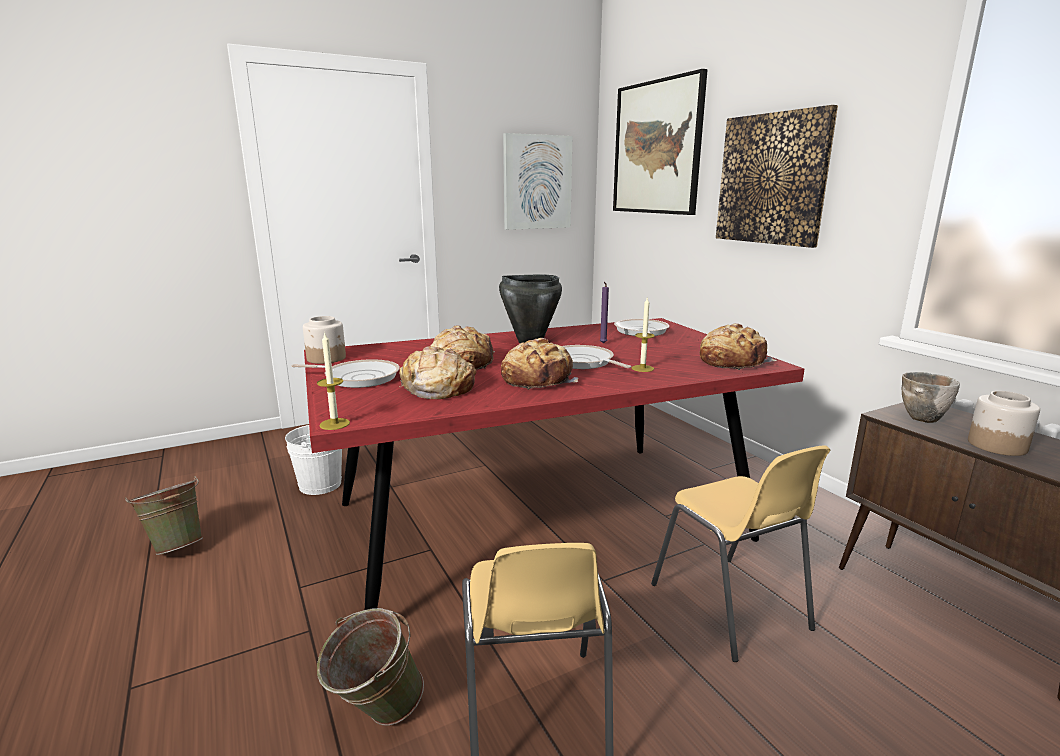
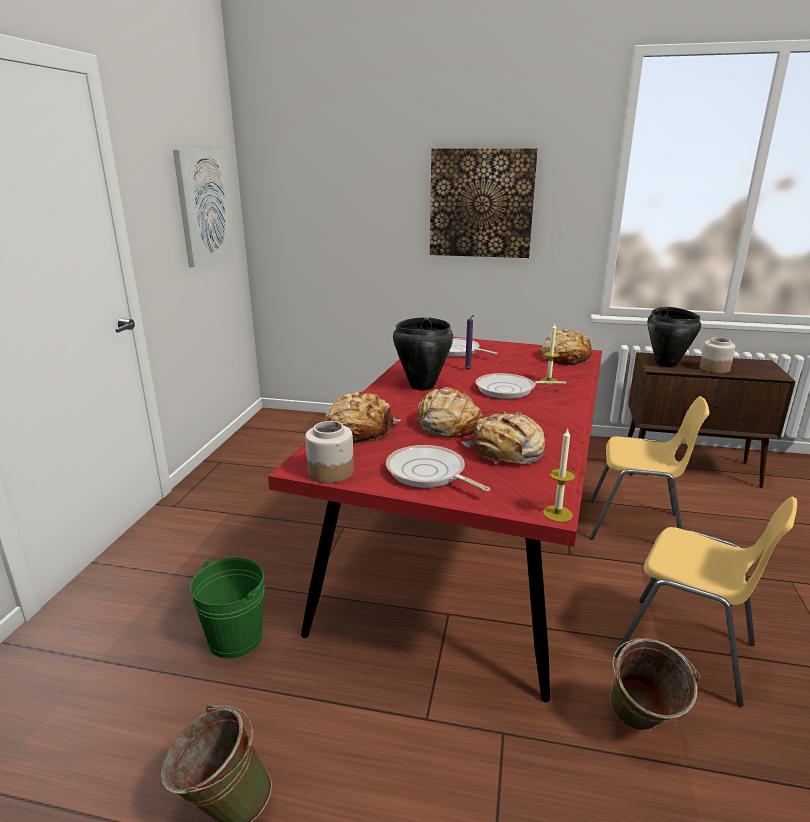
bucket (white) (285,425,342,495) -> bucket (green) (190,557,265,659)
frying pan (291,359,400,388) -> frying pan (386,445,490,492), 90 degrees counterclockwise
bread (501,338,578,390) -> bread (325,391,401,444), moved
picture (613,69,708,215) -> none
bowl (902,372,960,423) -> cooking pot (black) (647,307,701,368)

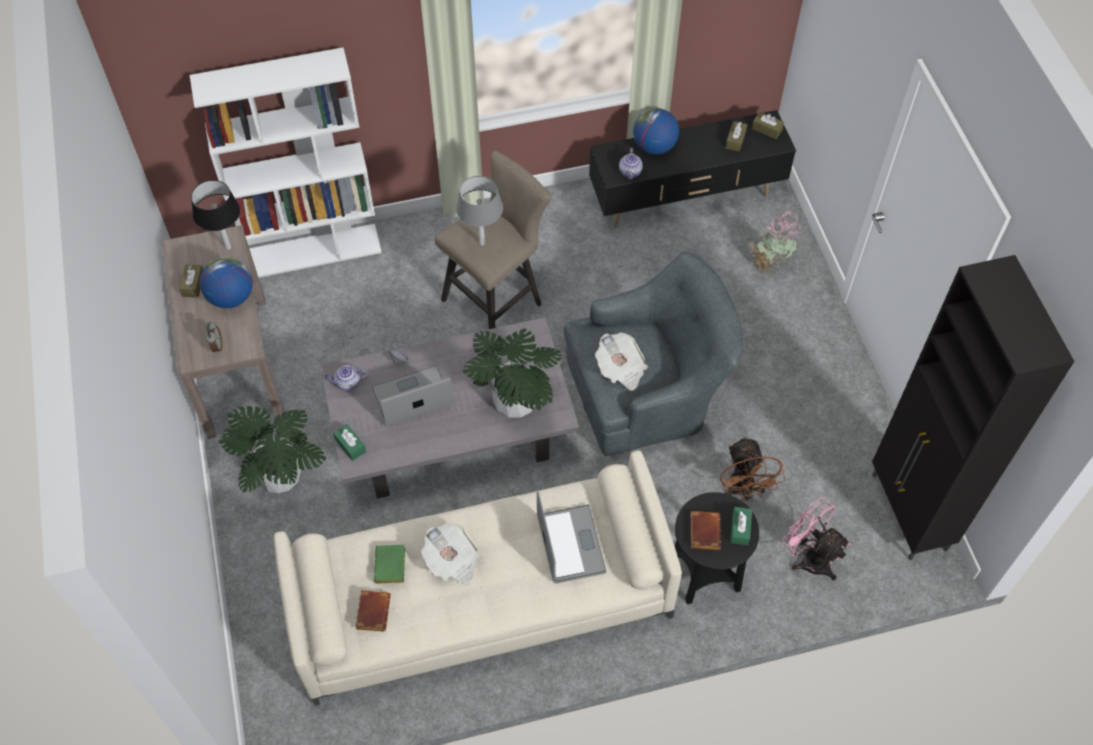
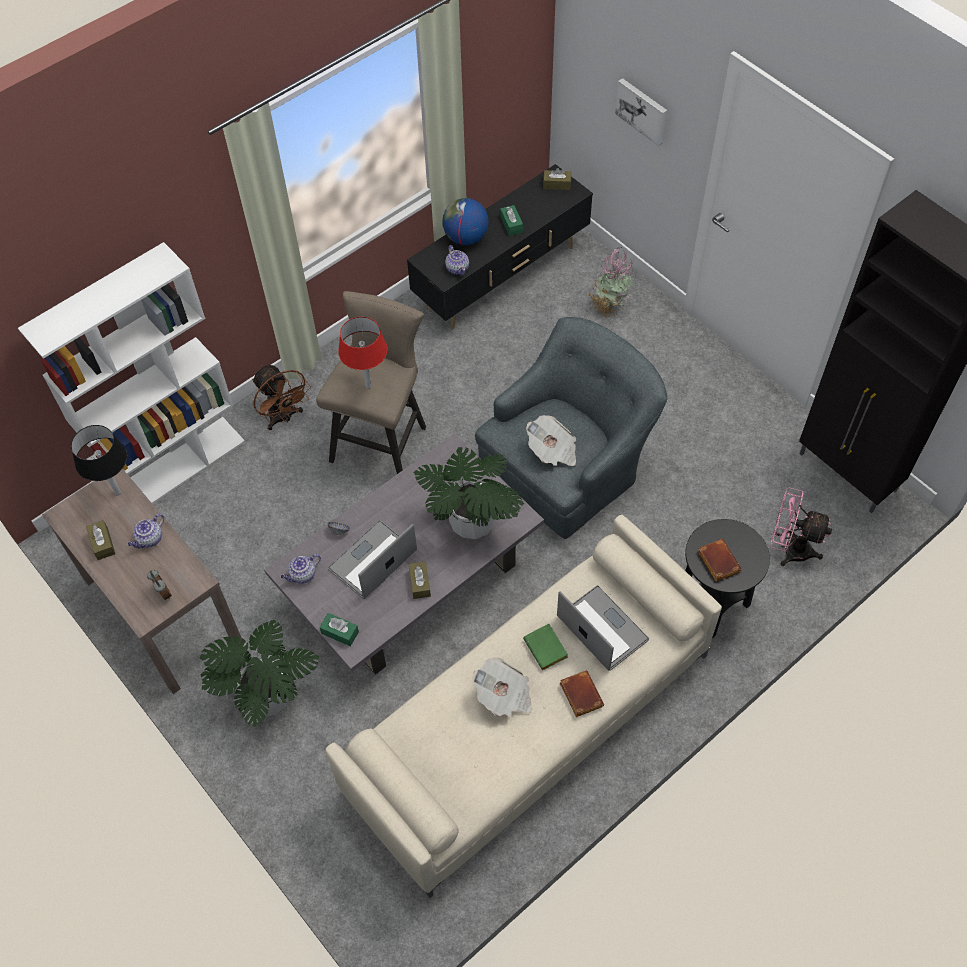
globe (200,257,253,308) -> teapot (128,514,164,548)
book (brown) (355,590,391,632) -> book (brown) (560,671,604,717), moved
book (green) (374,545,405,584) -> book (green) (523,624,568,670), moved
table lamp (grey) (456,176,503,246) -> table lamp (red) (338,317,387,389)
fan (brown) (720,436,785,500) -> fan (brown) (252,365,311,430), moved
tissue box (brown) (726,121,747,152) -> tissue box (brown) (409,561,431,599), moved
tissue box (green) (730,507,752,545) -> tissue box (green) (500,205,523,236), moved
none -> picture (615,78,667,146)

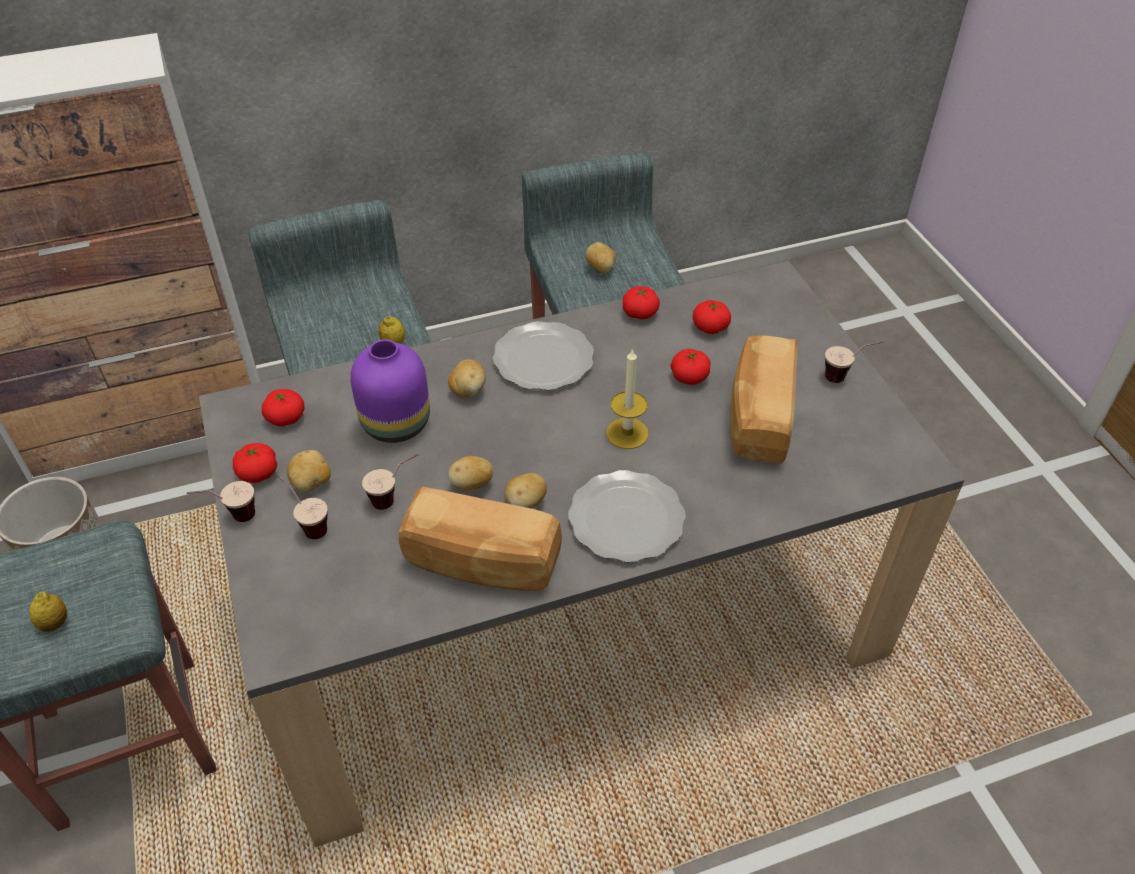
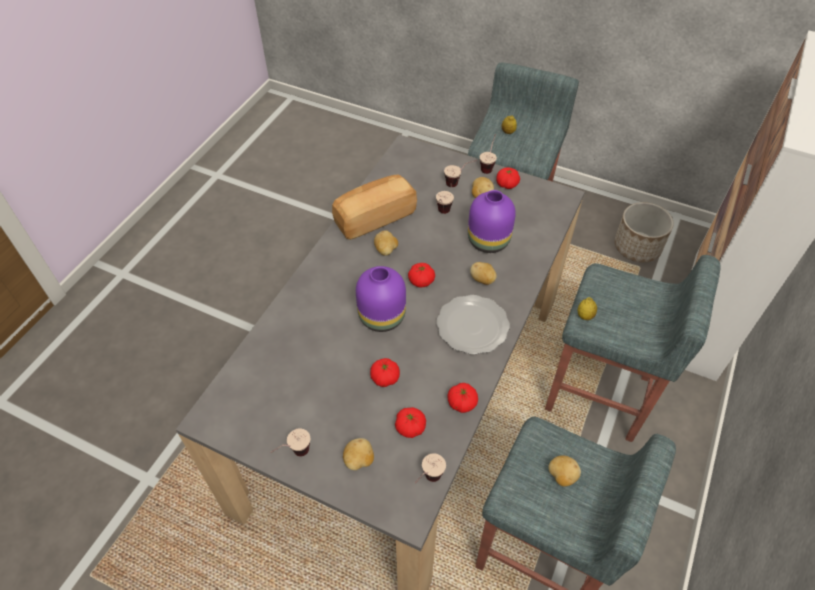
tomato (262,389,304,426) -> tomato (408,263,435,288), moved
potato (448,456,493,490) -> potato (343,438,374,470), moved
plate (568,470,686,562) -> none
candle (606,348,648,449) -> vase (purple) (356,266,406,332)
bread (730,335,798,464) -> none
none -> cup (415,453,446,484)

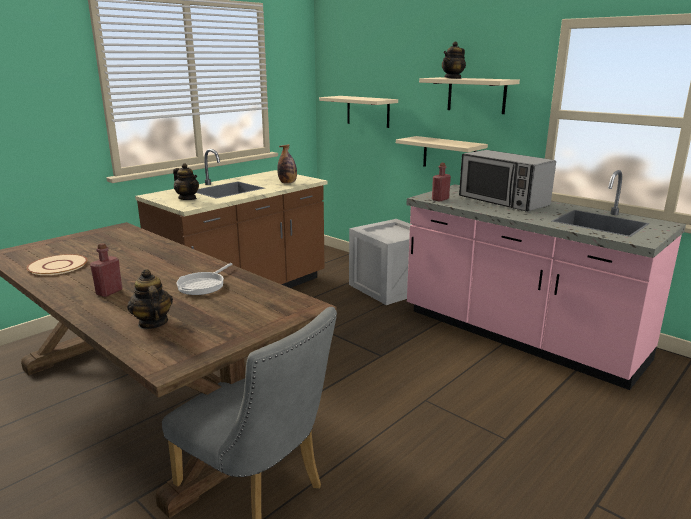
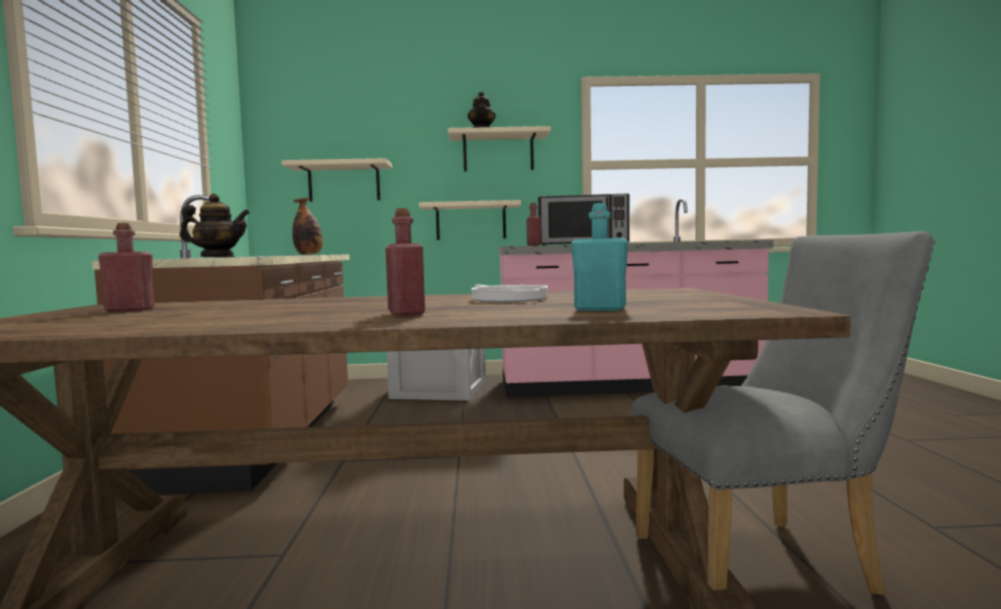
plate (beige) (27,254,87,275) -> none
teapot (127,269,173,329) -> bottle (turquoise) (571,203,628,311)
none -> bottle (red) (98,223,155,312)

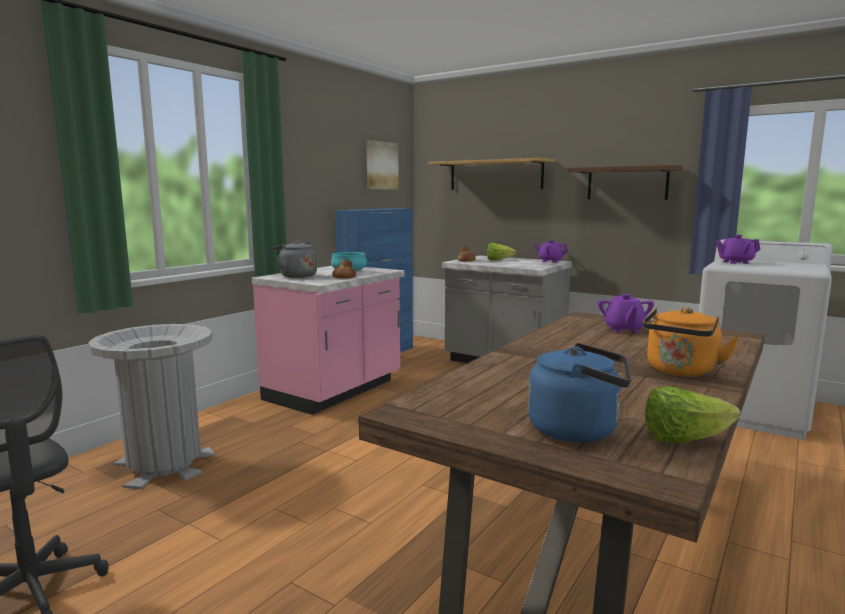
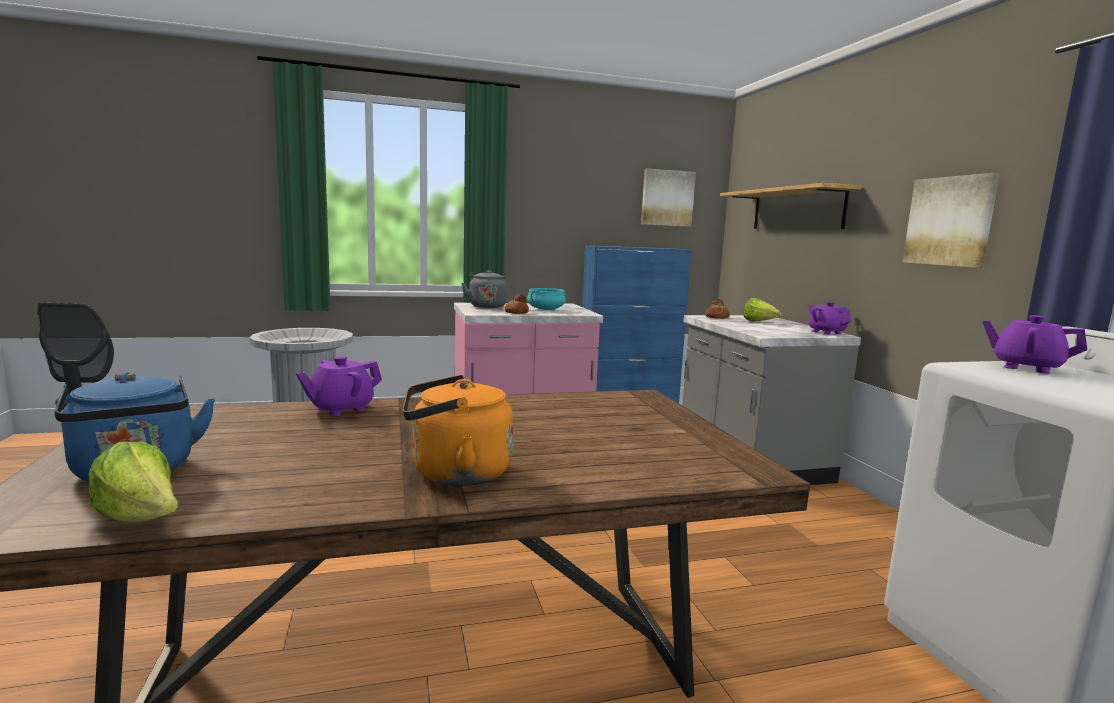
shelf (brown) (567,165,683,200) -> picture (903,173,1000,268)
teapot (purple) (598,294,654,333) -> teapot (purple) (296,356,382,417), moved

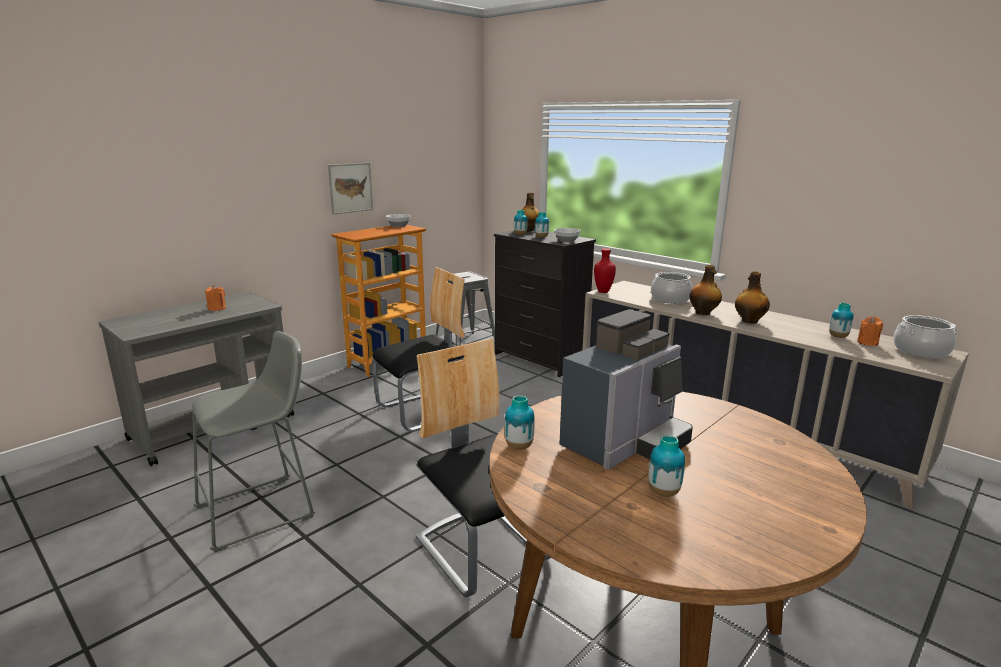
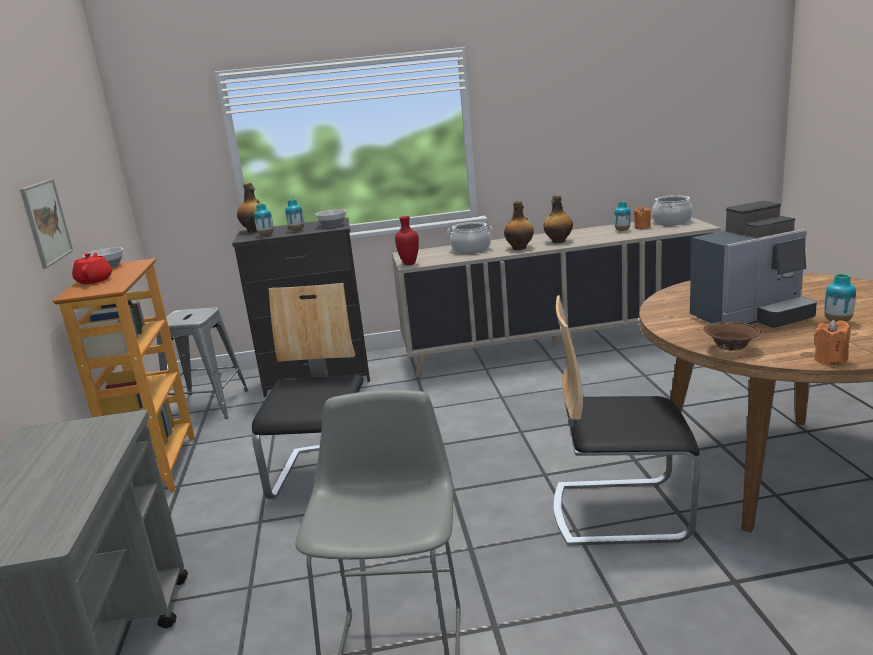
candle (orange) (205,285,226,311) -> candle (orange) (814,319,850,365), moved
vase (505,395,535,450) -> bowl (brown) (704,321,761,351)
coffee machine (559,309,693,470) -> coffee machine (690,201,817,328), 75 degrees clockwise
none -> teapot (red) (72,253,112,284)

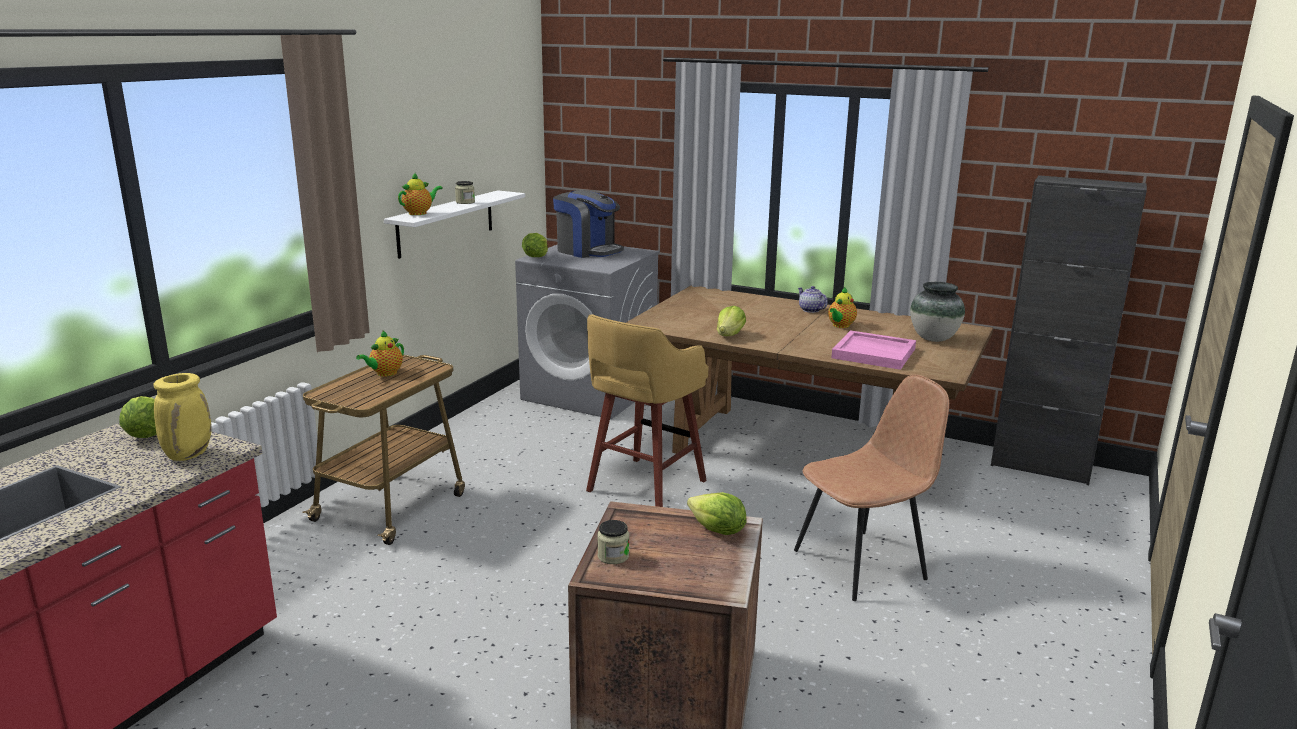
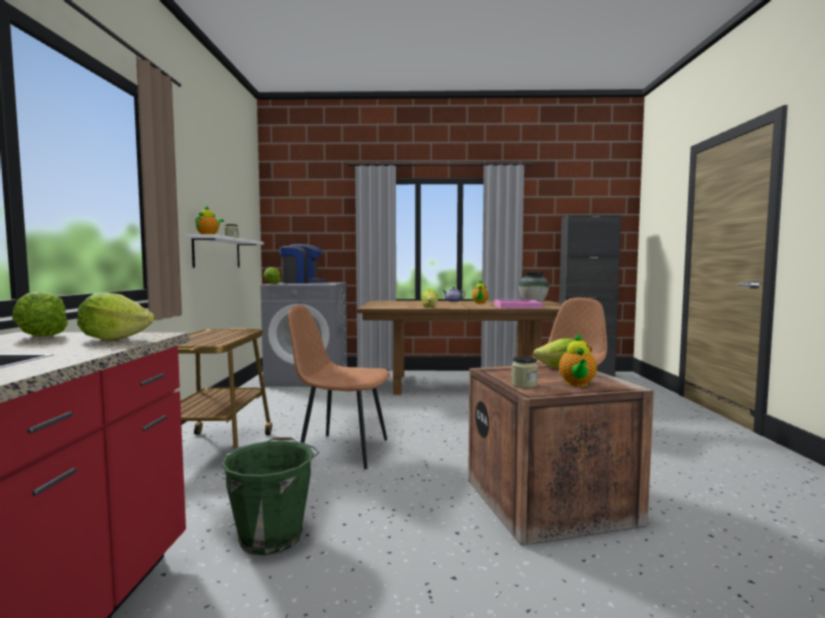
vase (yellow) (154,373,212,461) -> lettuce (77,292,154,341)
teapot (356,330,404,377) -> teapot (559,333,597,386), moved
stool (yellow) (586,314,708,507) -> none
none -> bucket (green) (221,437,320,555)
none -> chair (brown) (288,305,390,469)

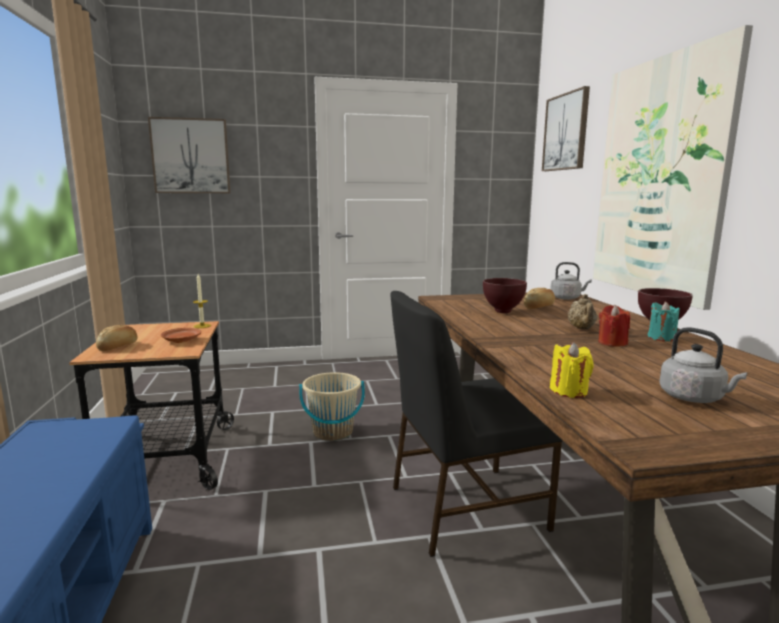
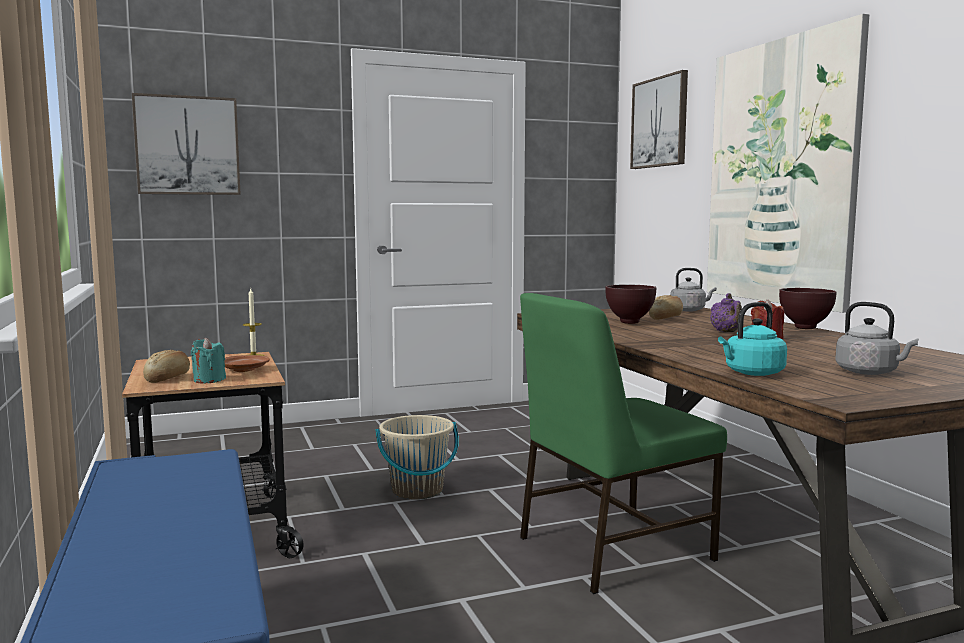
chair (black) (390,291,562,557) -> chair (green) (520,293,727,594)
candle (yellow) (550,342,594,398) -> kettle (turquoise) (718,302,787,376)
teapot (beige) (568,294,597,329) -> teapot (purple) (710,293,742,332)
candle (turquoise) (647,301,680,342) -> candle (turquoise) (191,338,226,383), moved

